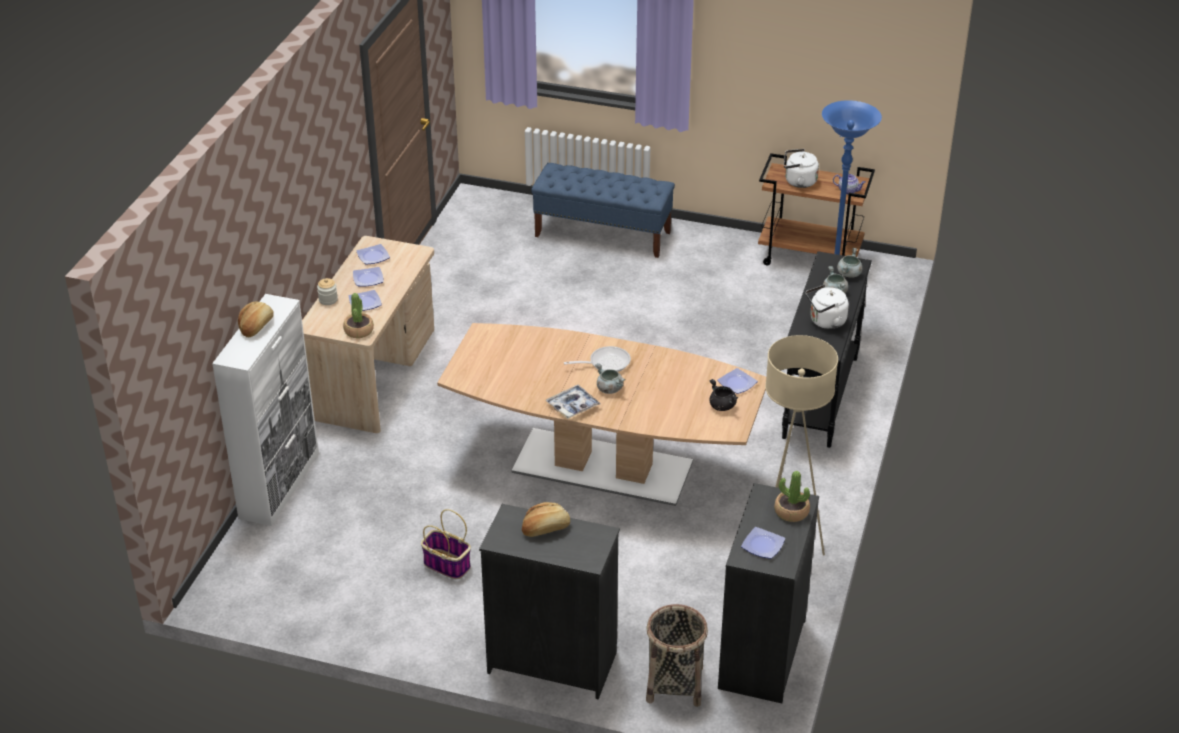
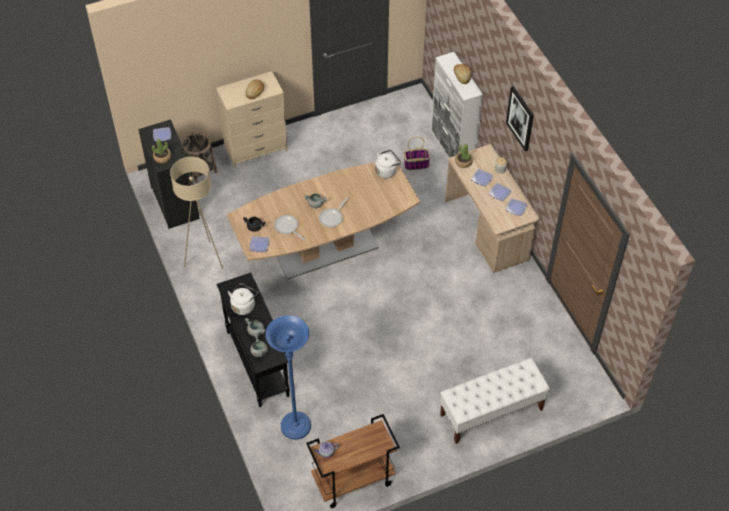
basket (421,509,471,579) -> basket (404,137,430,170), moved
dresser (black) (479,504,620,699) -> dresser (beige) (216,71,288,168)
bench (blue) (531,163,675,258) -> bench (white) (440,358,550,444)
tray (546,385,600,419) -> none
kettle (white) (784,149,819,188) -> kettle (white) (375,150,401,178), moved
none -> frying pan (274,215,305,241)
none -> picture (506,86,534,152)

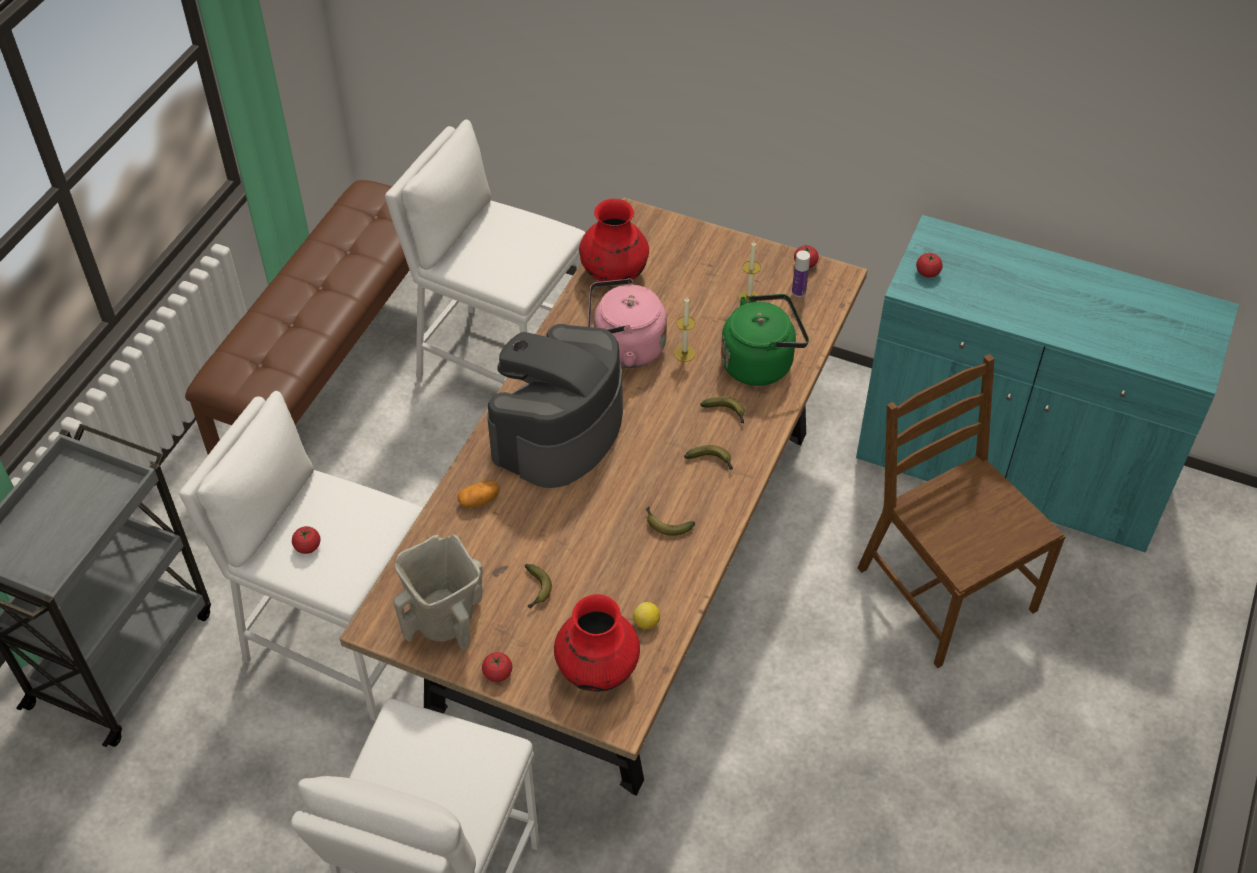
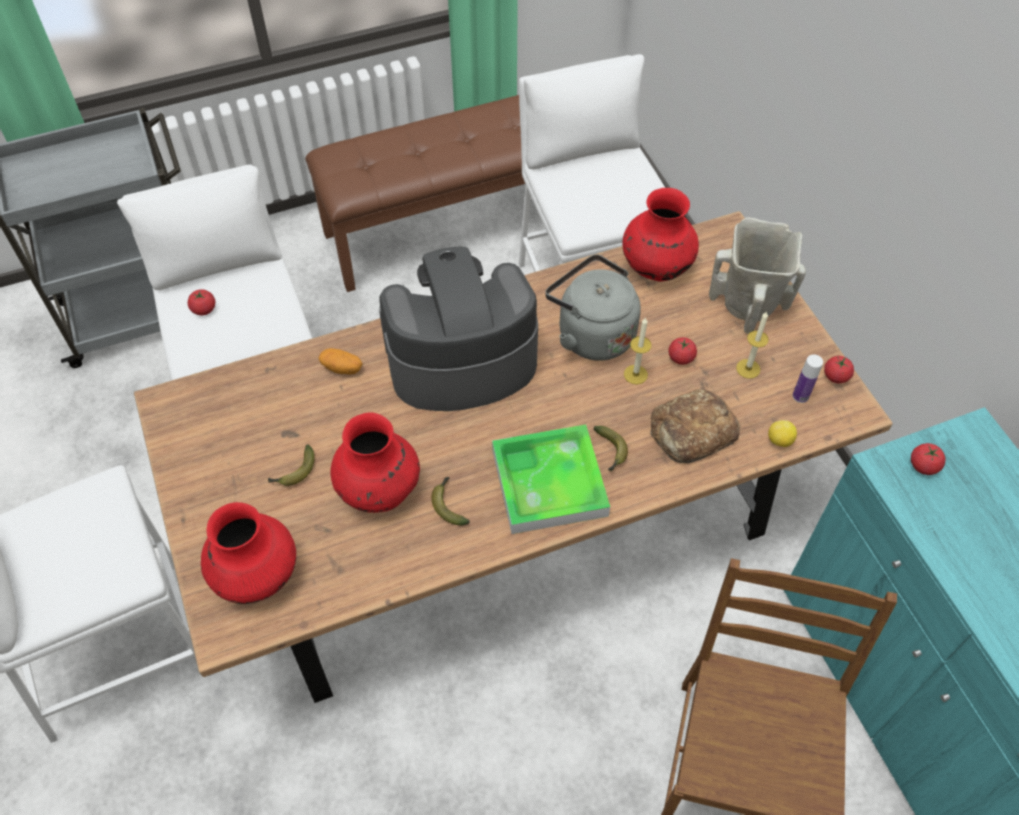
vase (beige) (393,534,483,650) -> vase (beige) (709,217,806,334), moved
tomato (482,652,512,682) -> tomato (668,337,697,365), moved
kettle (pink) (588,278,667,368) -> kettle (grey) (545,255,641,361)
lemon (633,602,660,630) -> lemon (768,420,797,447), moved
banana (684,445,733,470) -> tray (492,425,610,534)
kettle (green) (721,294,809,386) -> bread (650,389,741,463)
none -> vase (red) (330,413,420,513)

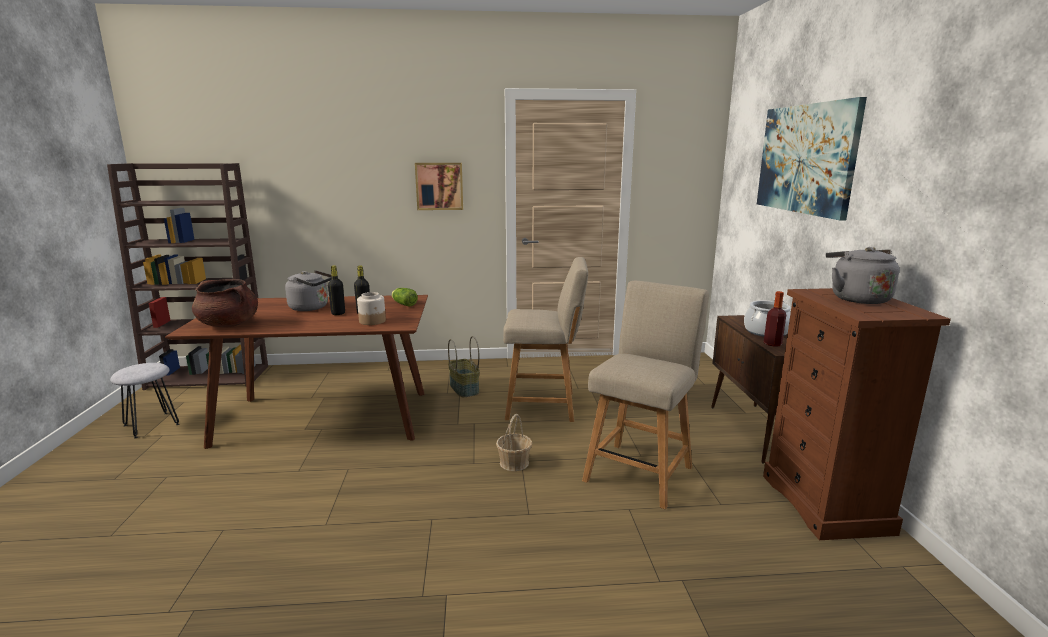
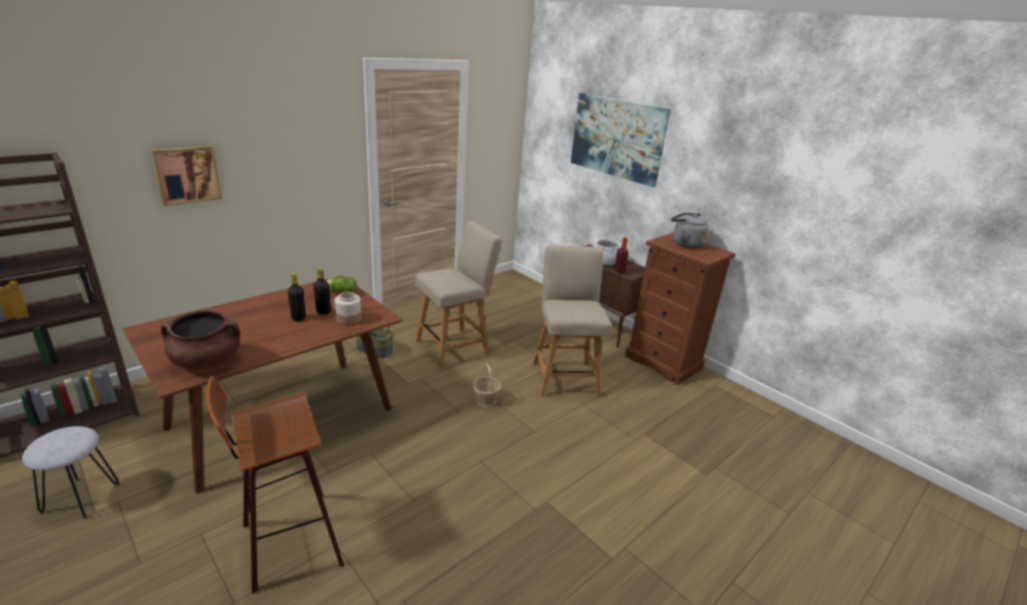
kettle (grey) (285,270,332,311) -> none
picture (415,163,463,210) -> picture (151,146,222,206), moved
none -> stool (206,376,344,594)

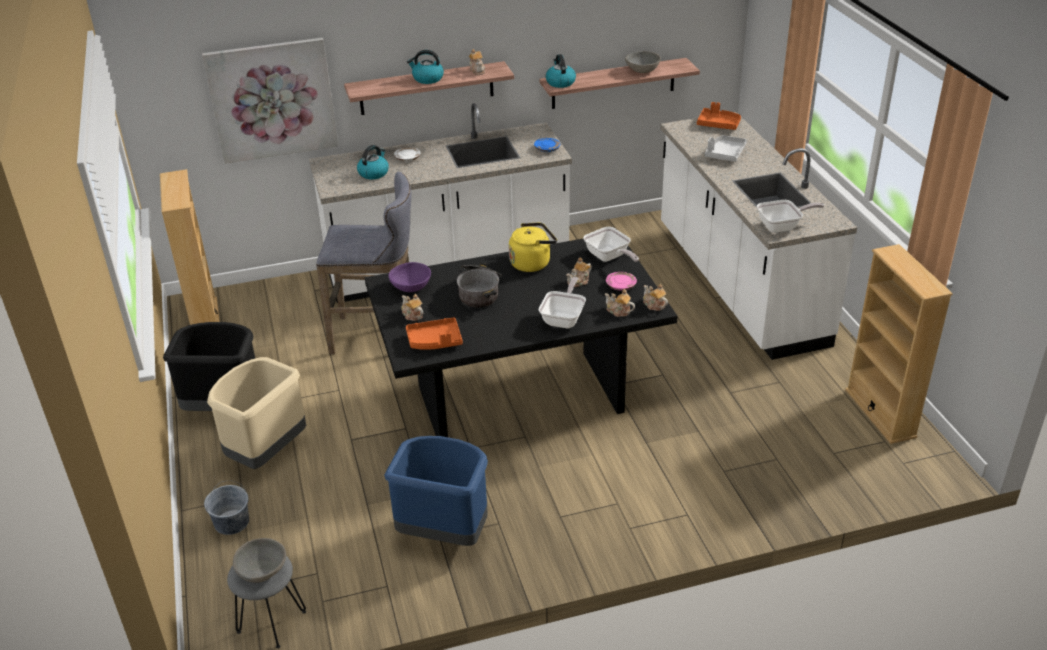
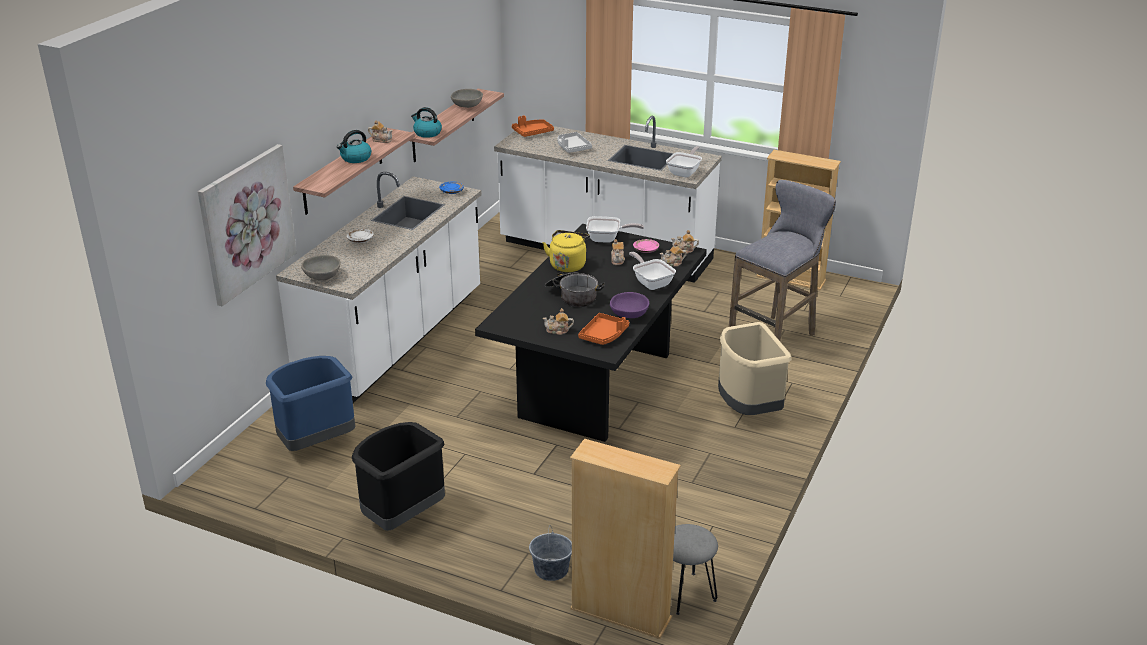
bookcase (beige) (160,169,220,325) -> bookcase (beige) (570,439,681,639), moved
trash can (beige) (207,357,306,469) -> trash can (beige) (718,322,791,415), moved
bowl (grey) (233,538,286,583) -> bowl (grey) (301,255,340,281), moved
stool (grey) (316,172,411,354) -> stool (grey) (729,180,836,341), moved
kettle (357,145,389,179) -> none
trash can (blue) (384,436,488,546) -> trash can (blue) (266,356,355,451), moved
bowl (purple) (388,262,431,292) -> bowl (purple) (610,292,649,318), moved

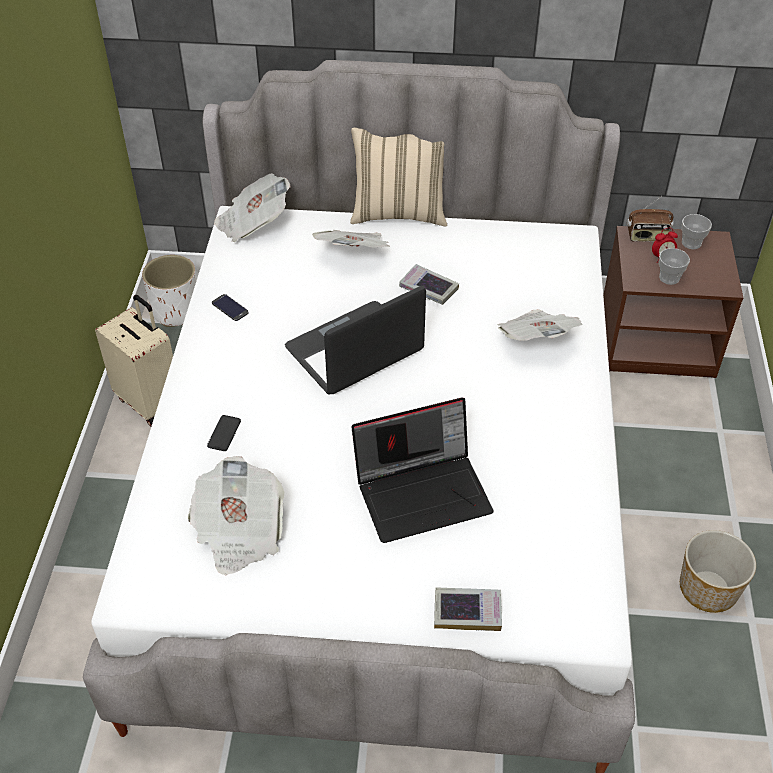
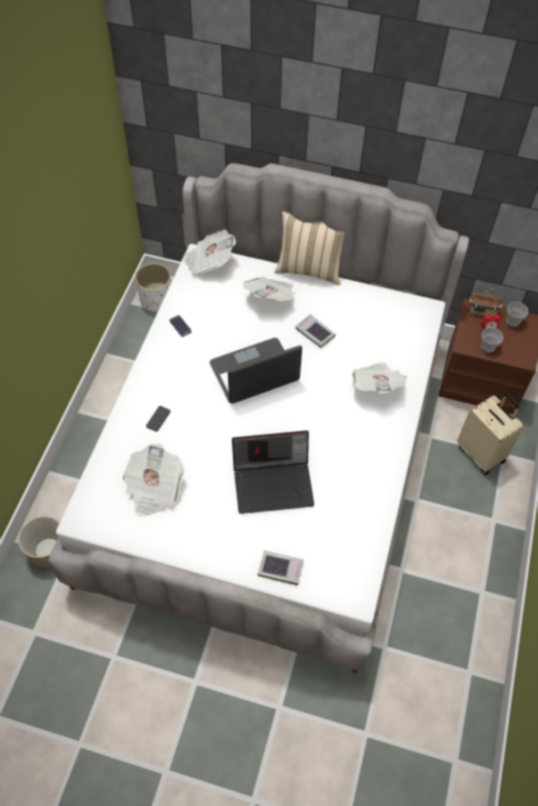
suitcase (beige) (95,295,173,426) -> suitcase (beige) (457,393,524,475), moved
planter (680,530,756,613) -> planter (18,516,60,568), moved

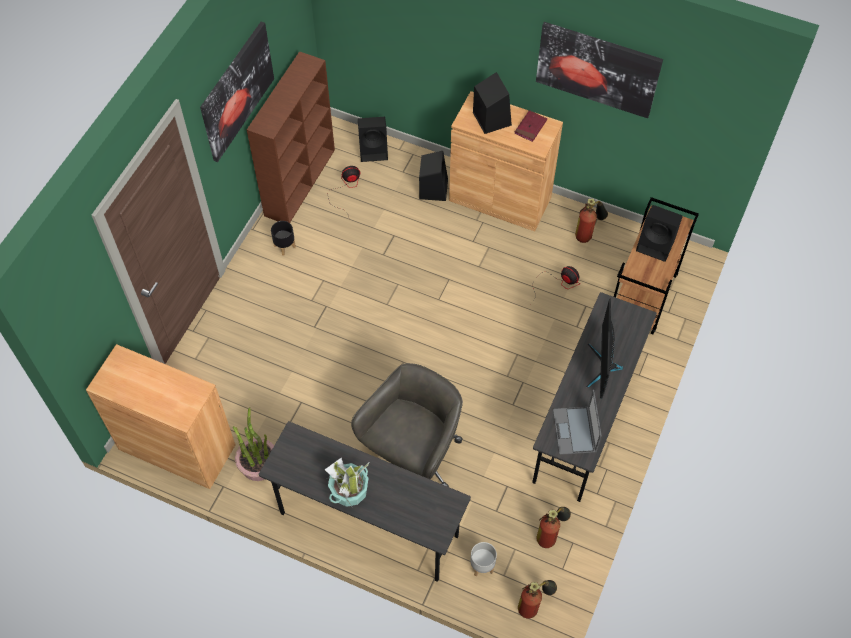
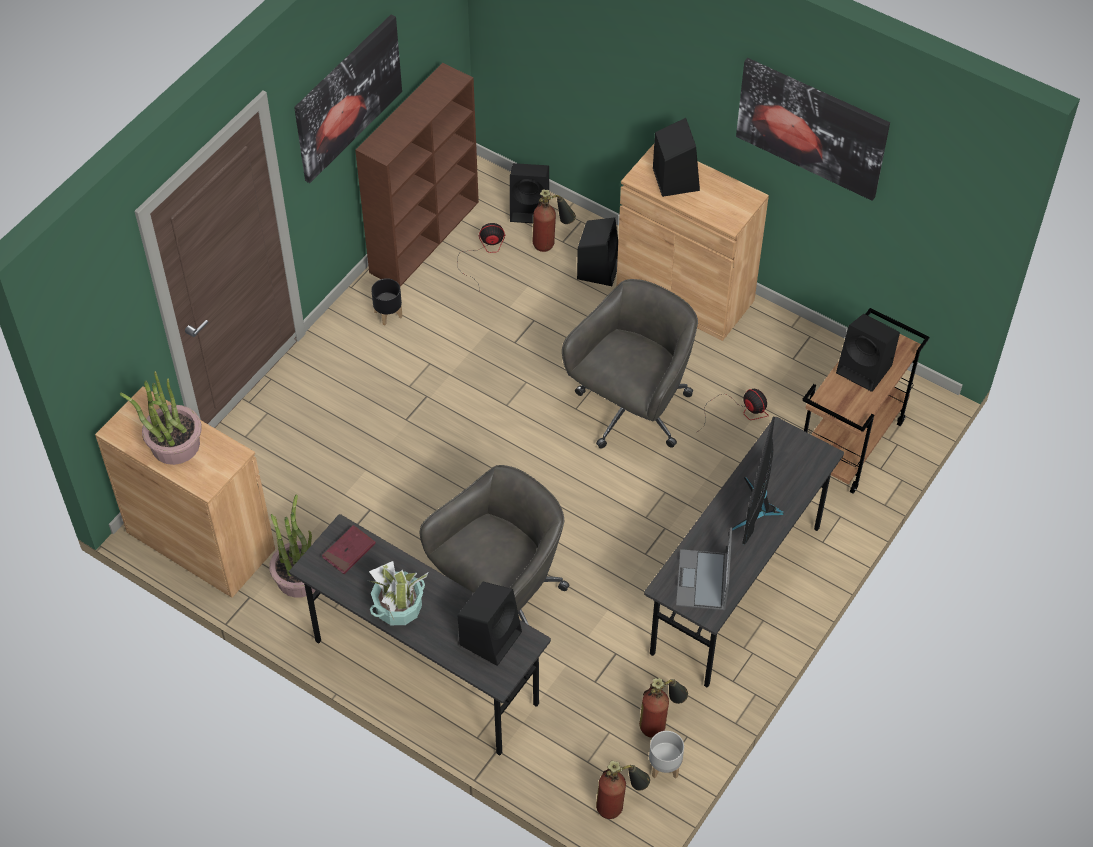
planter (grey) (470,542,497,577) -> planter (grey) (649,731,684,779), moved
book (red) (514,110,547,142) -> book (red) (322,525,376,574), moved
fire extinguisher (575,199,608,243) -> fire extinguisher (532,189,576,252), moved
none -> potted plant (120,371,202,465)
none -> speaker (black) (458,581,522,666)
none -> office chair (grey) (562,279,698,449)

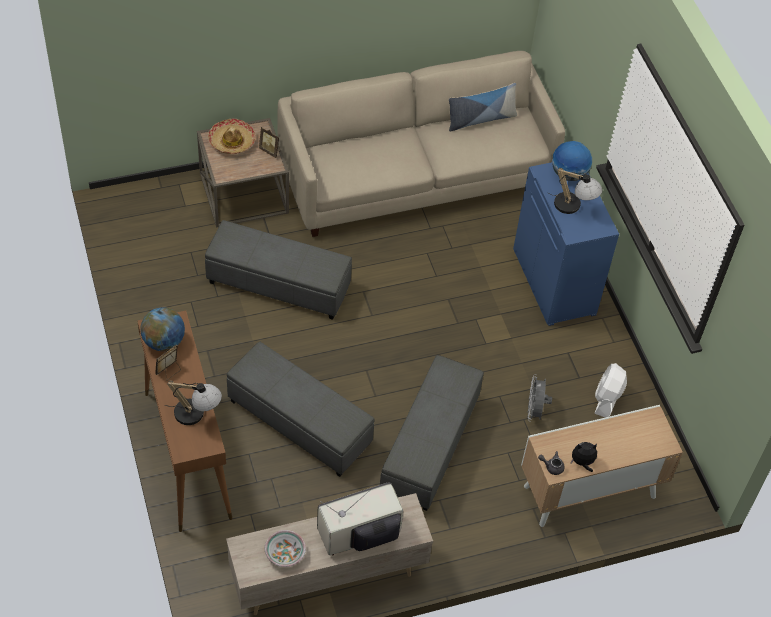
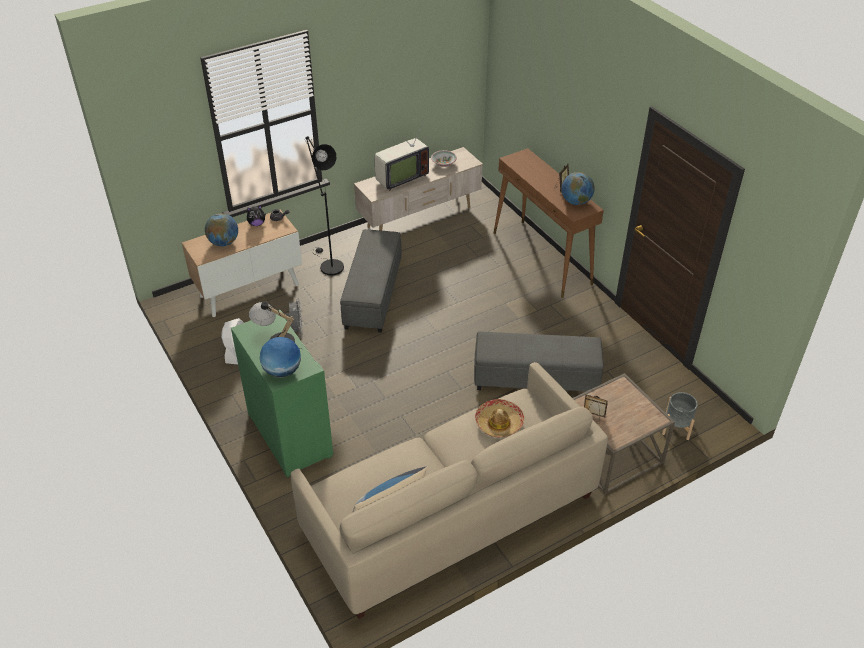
table lamp (165,381,222,425) -> none
hat (208,119,255,154) -> hat (475,399,524,437), moved
ottoman (grey) (227,342,375,477) -> none
cabinet (blue) (513,162,619,326) -> cabinet (green) (231,310,334,477)
none -> globe (205,213,238,246)
none -> floor lamp (black) (305,136,344,276)
none -> planter (grey) (662,392,698,440)

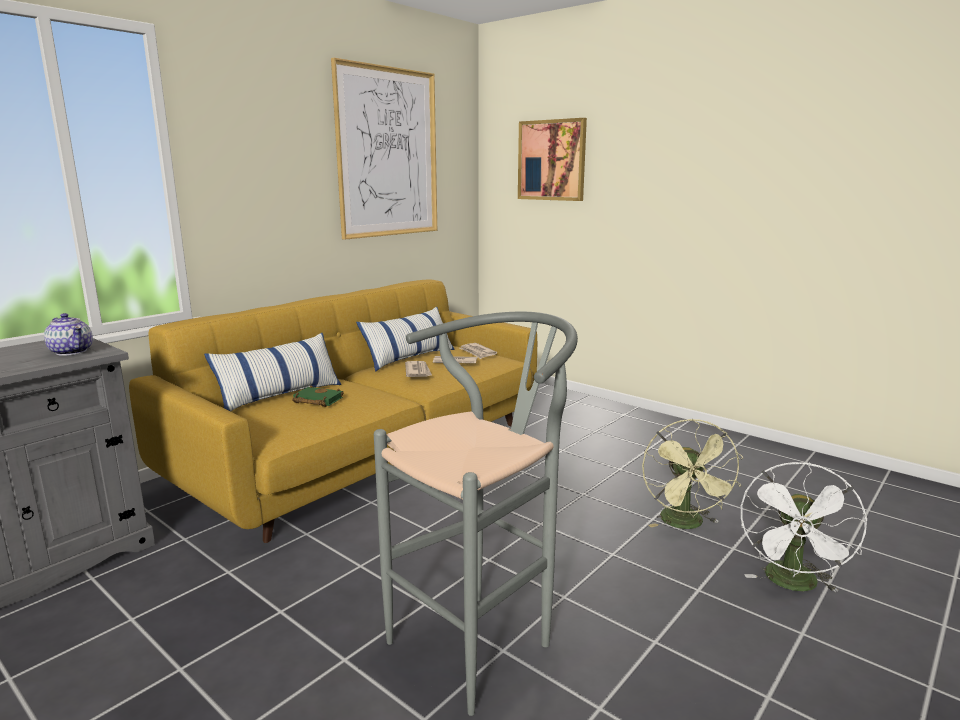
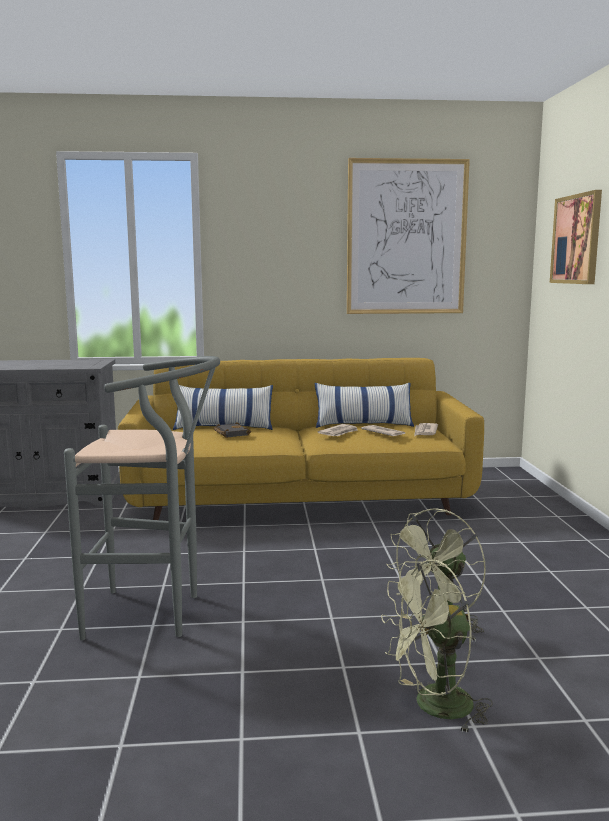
teapot (44,313,93,356) -> none
book (green) (292,385,344,407) -> book (black) (213,422,251,438)
fan (white) (741,462,867,592) -> fan (green) (381,560,493,734)

